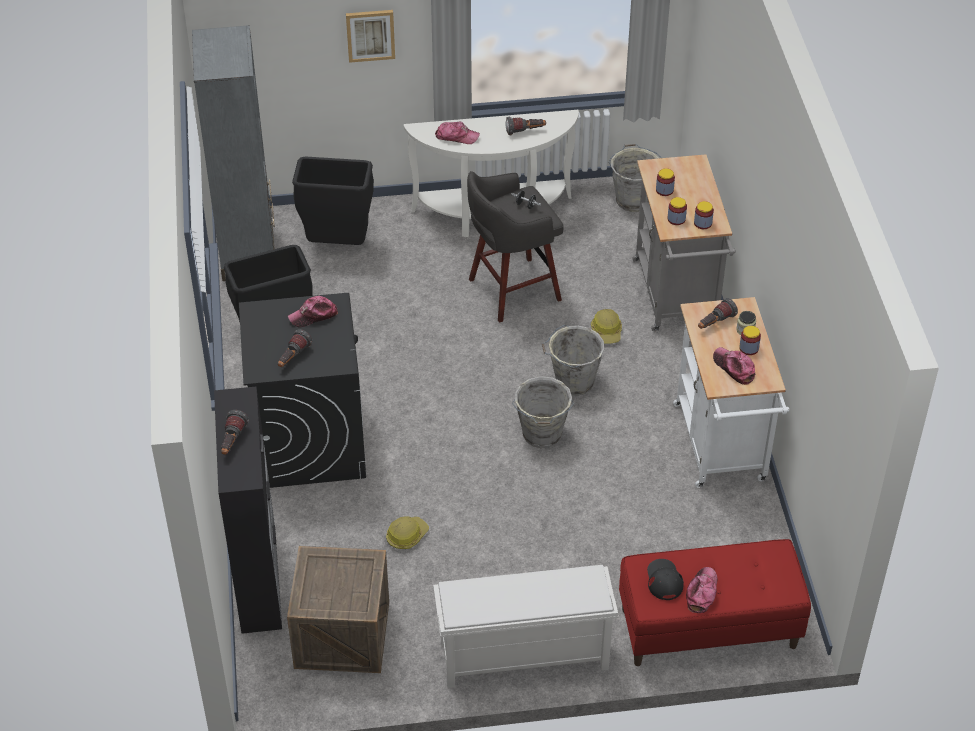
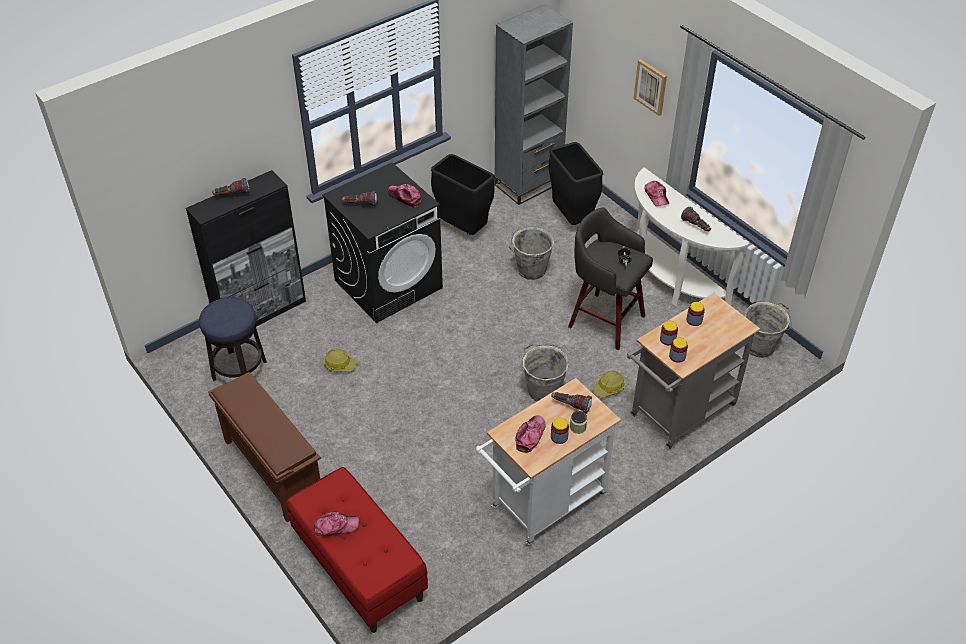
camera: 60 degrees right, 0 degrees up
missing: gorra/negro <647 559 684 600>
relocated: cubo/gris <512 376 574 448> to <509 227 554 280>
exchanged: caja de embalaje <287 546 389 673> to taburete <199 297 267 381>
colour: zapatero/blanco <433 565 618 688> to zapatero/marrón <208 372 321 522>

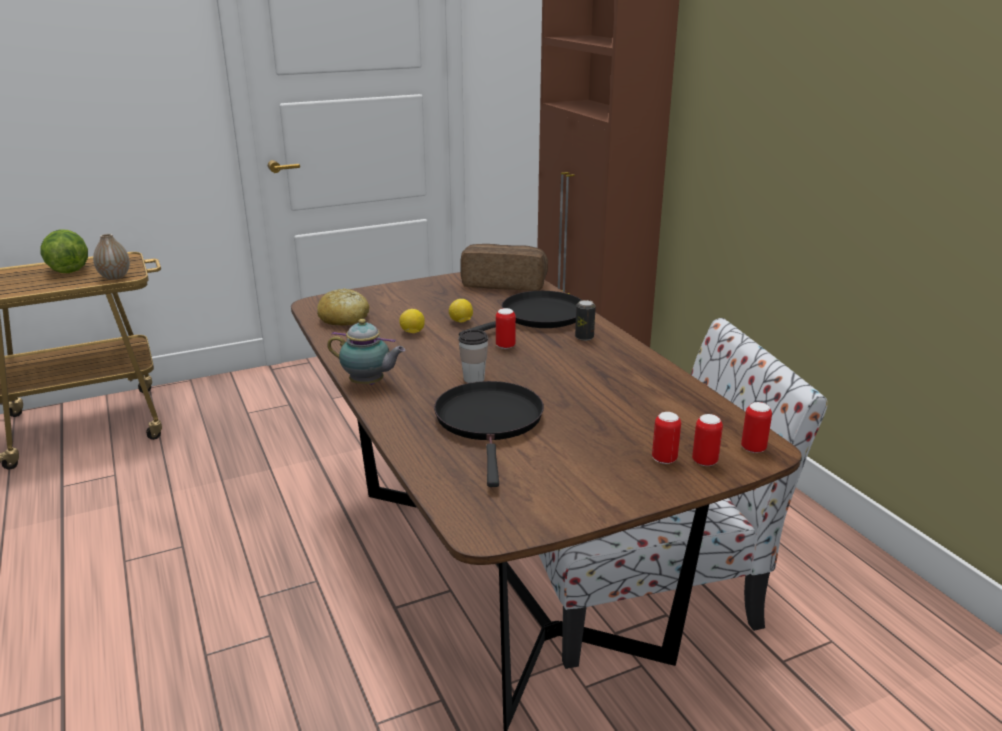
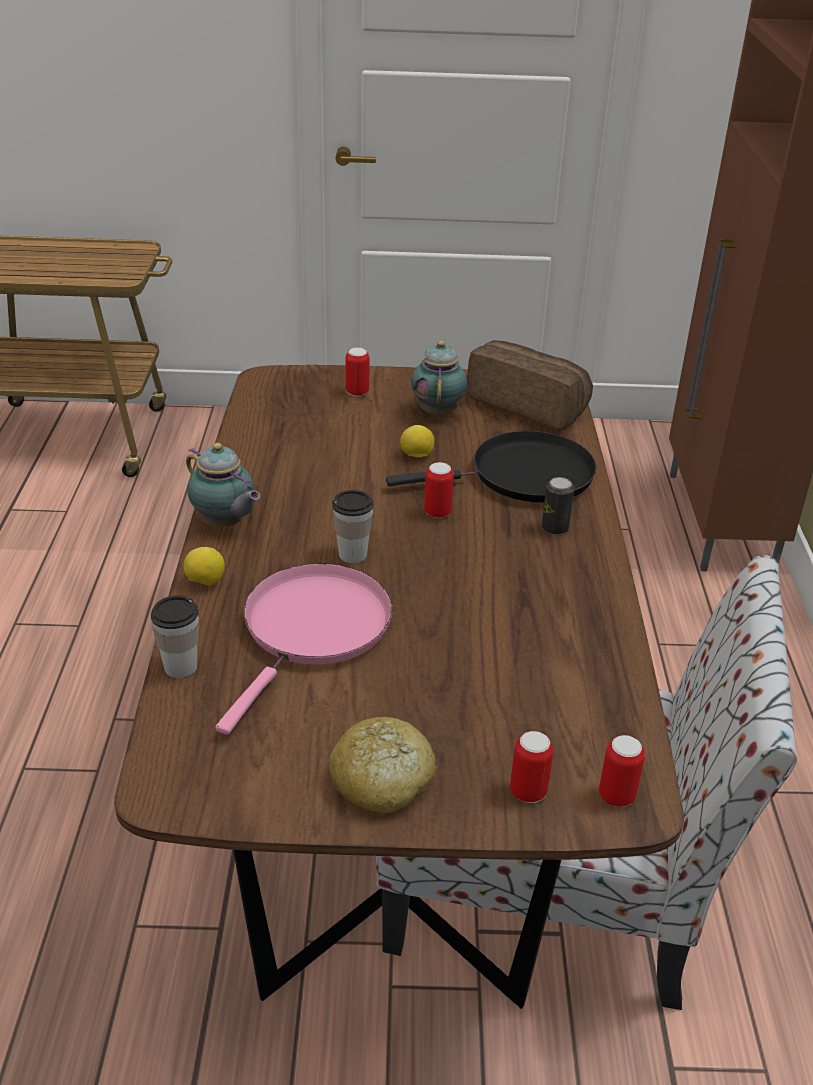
camera: 25 degrees right, 10 degrees up
missing: lechuga <40 229 88 273>; florero <93 234 130 280>
appeared: taza <151 595 199 678>; tetera <411 341 467 416>
relocated: pan <317 288 369 326> to <329 717 437 814>; limón <399 309 425 333> to <184 547 225 586>; lata <652 412 681 464> to <346 348 369 397>
colour: sartén/negro <434 381 544 487> to sartén/rosa <216 563 392 735>

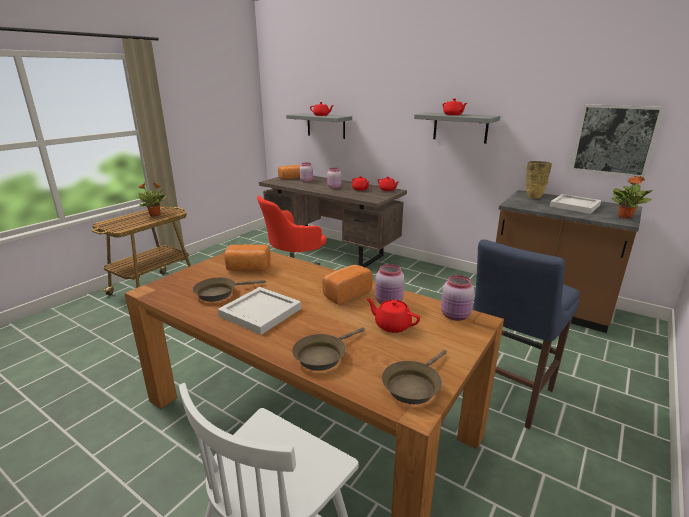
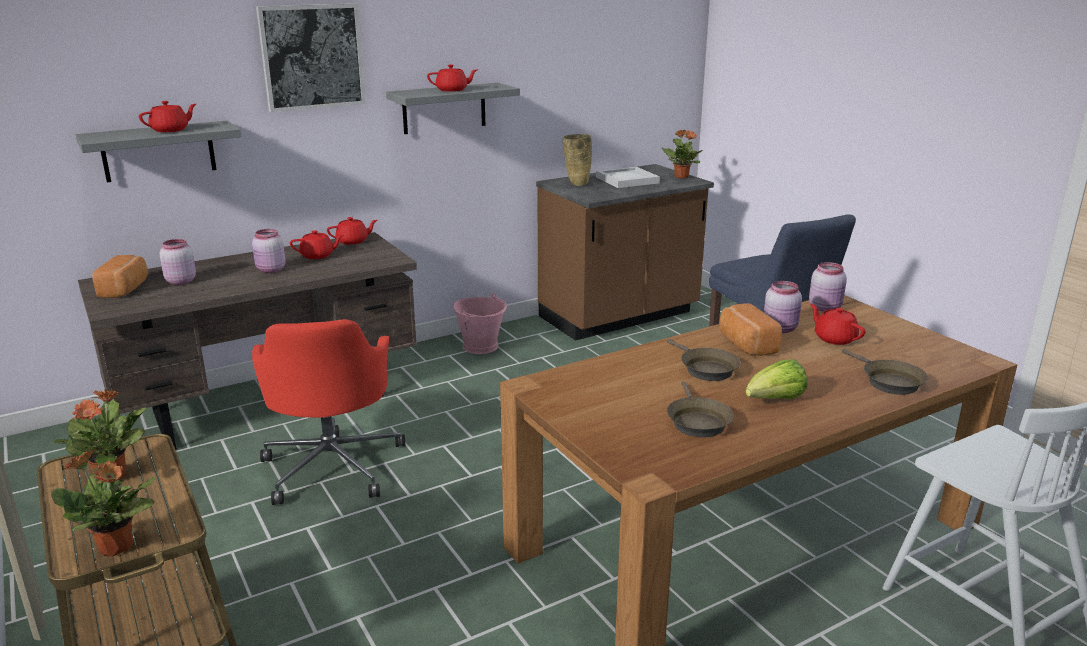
camera: 65 degrees left, 0 degrees up
missing: pan <224 245 271 271>
appeared: planta en maceta <51 450 156 557>; cubo/rosa <453 293 507 354>
relocated: sartén/marrón <382 350 447 404> to <667 339 741 381>; cuadro <571 104 664 177> to <256 3 366 112>
exchanged: bandeja/blanco <218 287 301 335> to lechuga <745 359 808 399>
spun: tetera/rojo <366 298 420 333> = <810 304 865 345> 90 degrees clockwise

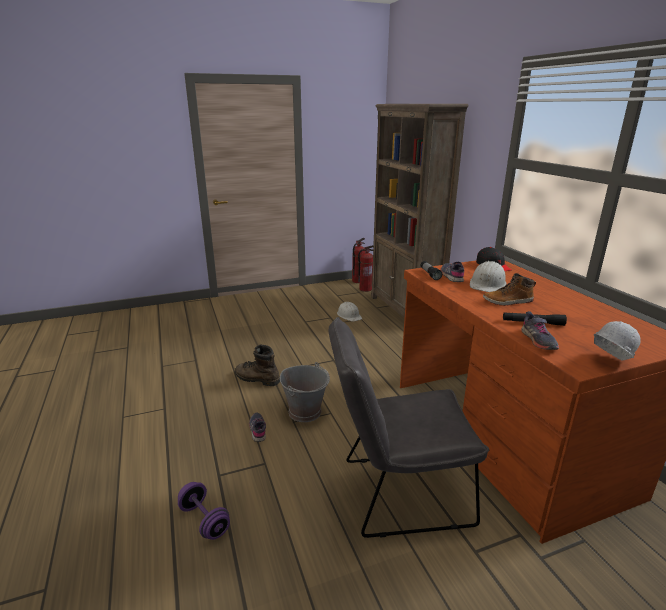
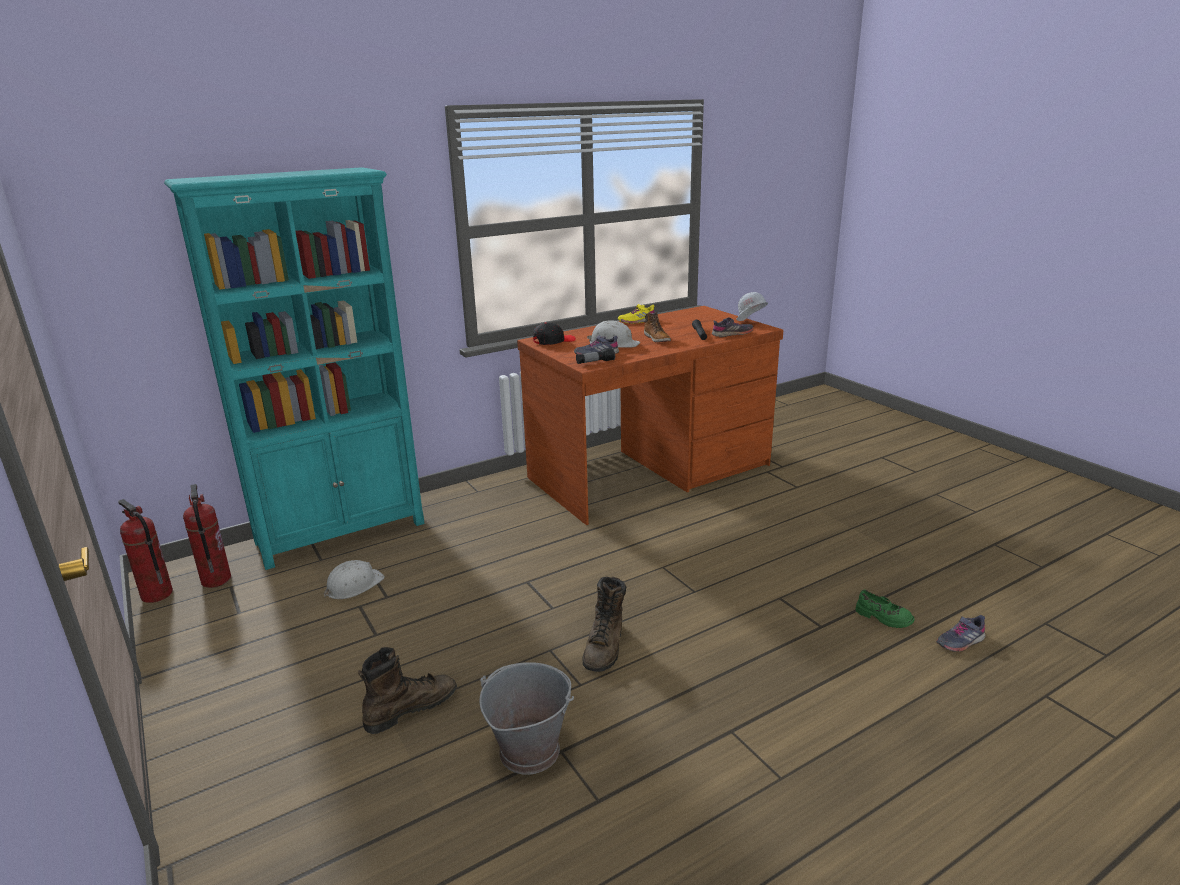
camera: 100 degrees left, 0 degrees up
missing: silla/gris <328 317 489 538>
appeared: bota/marrón <358 647 457 734>; zapato/amarillo <618 304 655 324>
relocated: zapato/gris <249 413 266 442> to <936 615 986 652>; cubo/gris <280 362 330 422> to <479 662 574 775>
exchanged: mancuerna/morado <178 482 230 540> to zapato/verde <855 590 914 628>
colour: estantería/marrón <371 104 469 318> to estantería/turquesa <164 167 425 570>

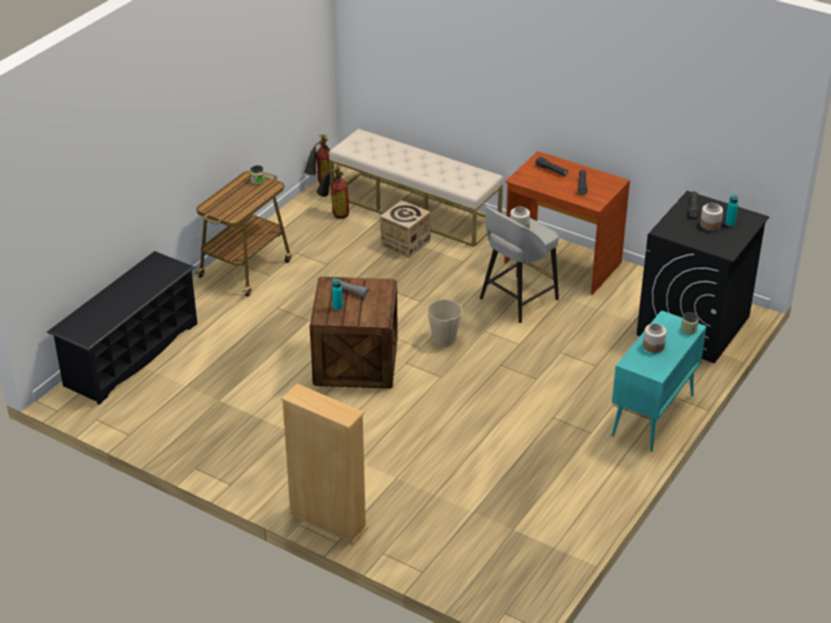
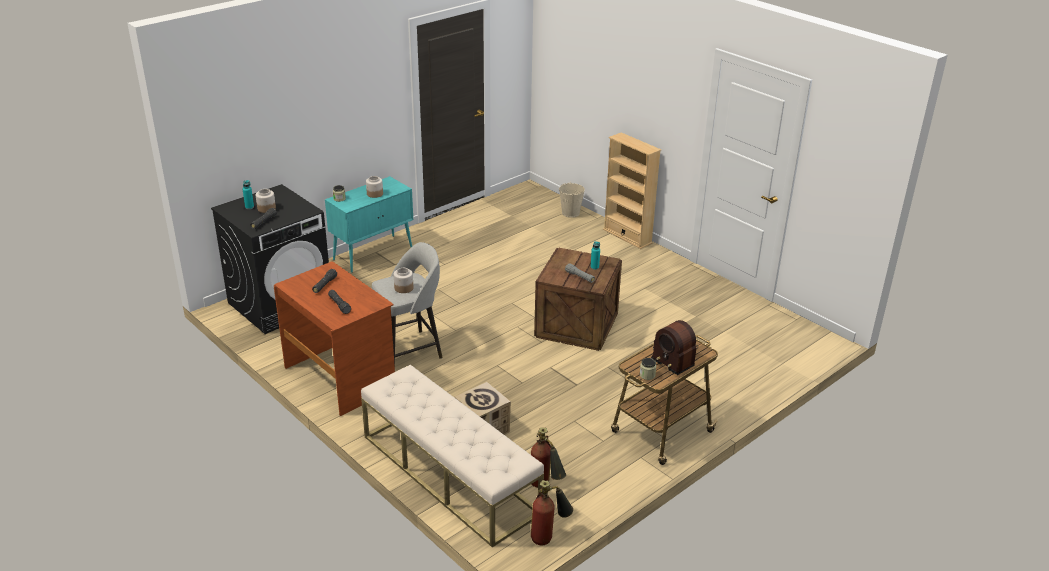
camera: 165 degrees left, 5 degrees down
missing: zapatero/negro <47 251 197 405>
appeared: radio <651 320 698 375>
relocated: cubo/beis <427 298 463 347> to <559 182 585 218>

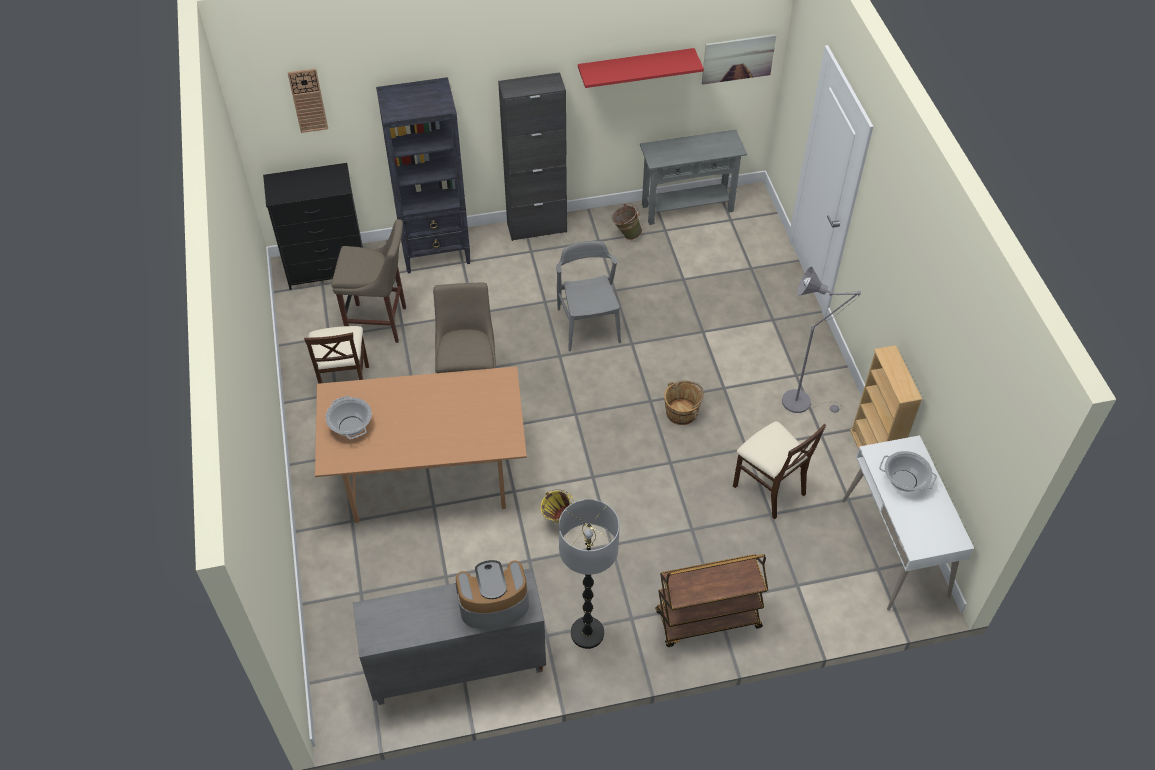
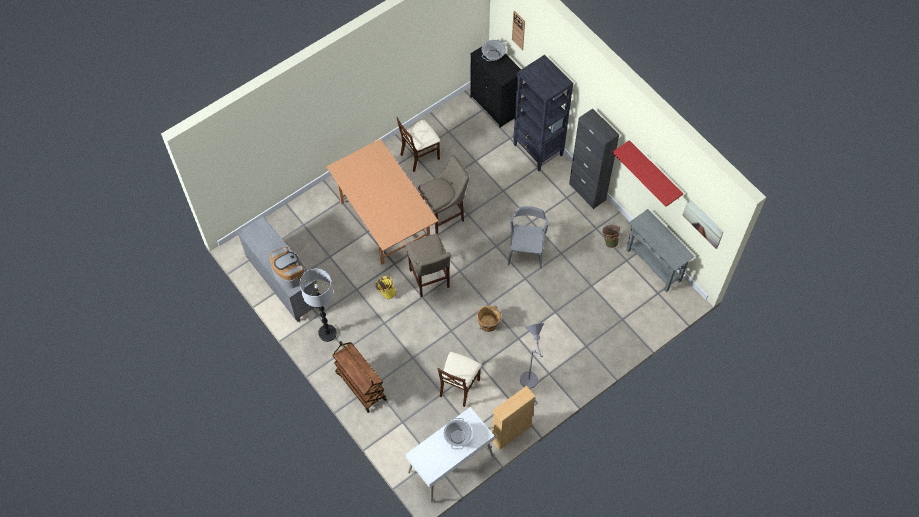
camera: 65 degrees right, 10 degrees up
relocated: olla <325 396 372 439> to <482 39 506 61>; taburete/beis <331 219 406 343> to <406 233 451 297>
spun: silla/gris <556 241 621 352> = <508 206 549 269> 45 degrees counterclockwise

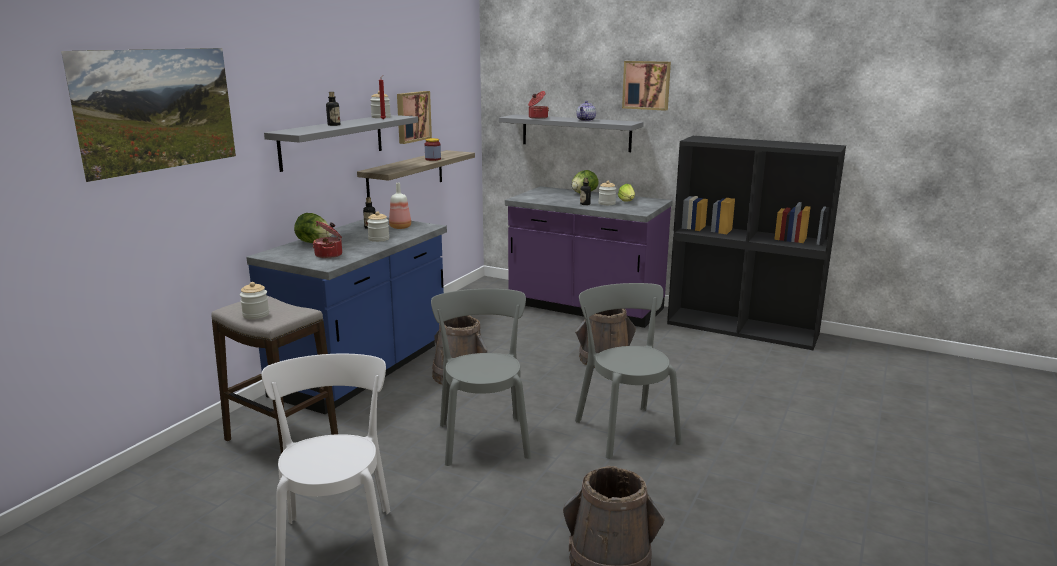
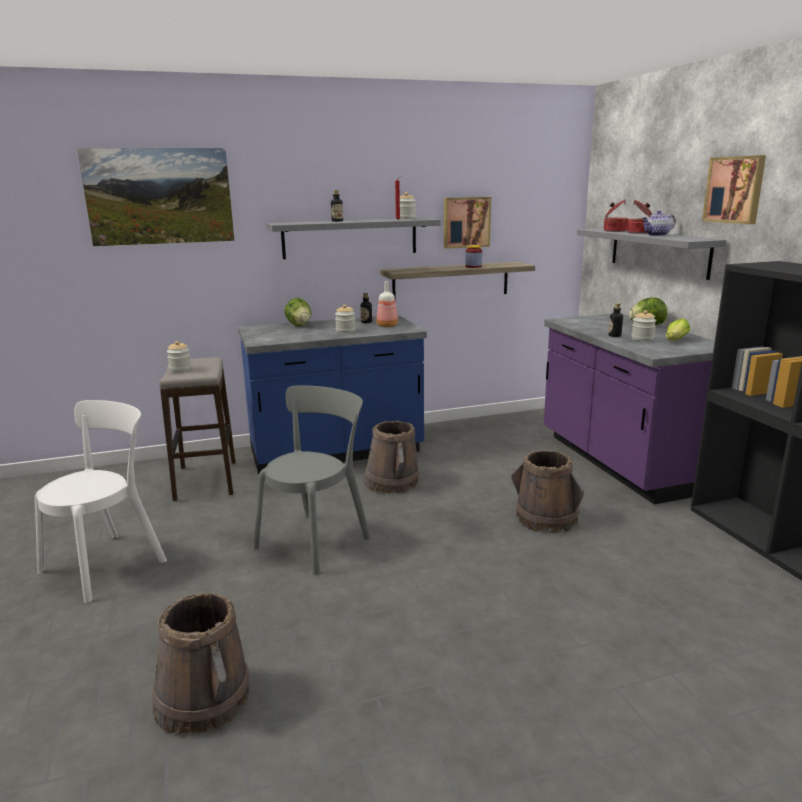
camera: 45 degrees right, 0 degrees up
missing: silla/gris <575 283 682 459>
relocated: olla <312 221 342 258> to <627 200 652 234>

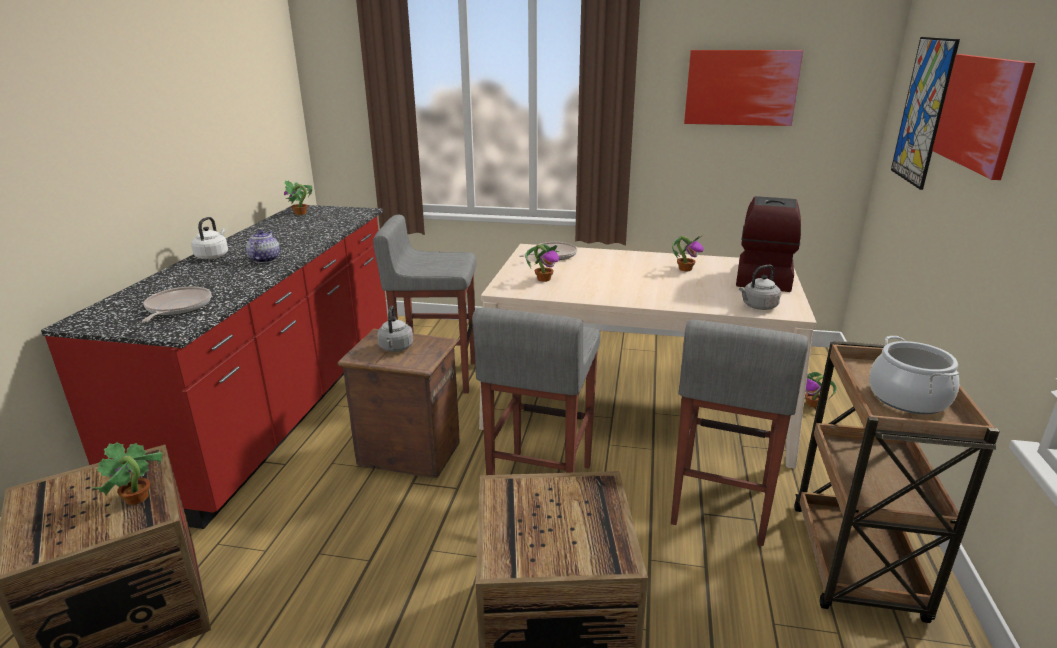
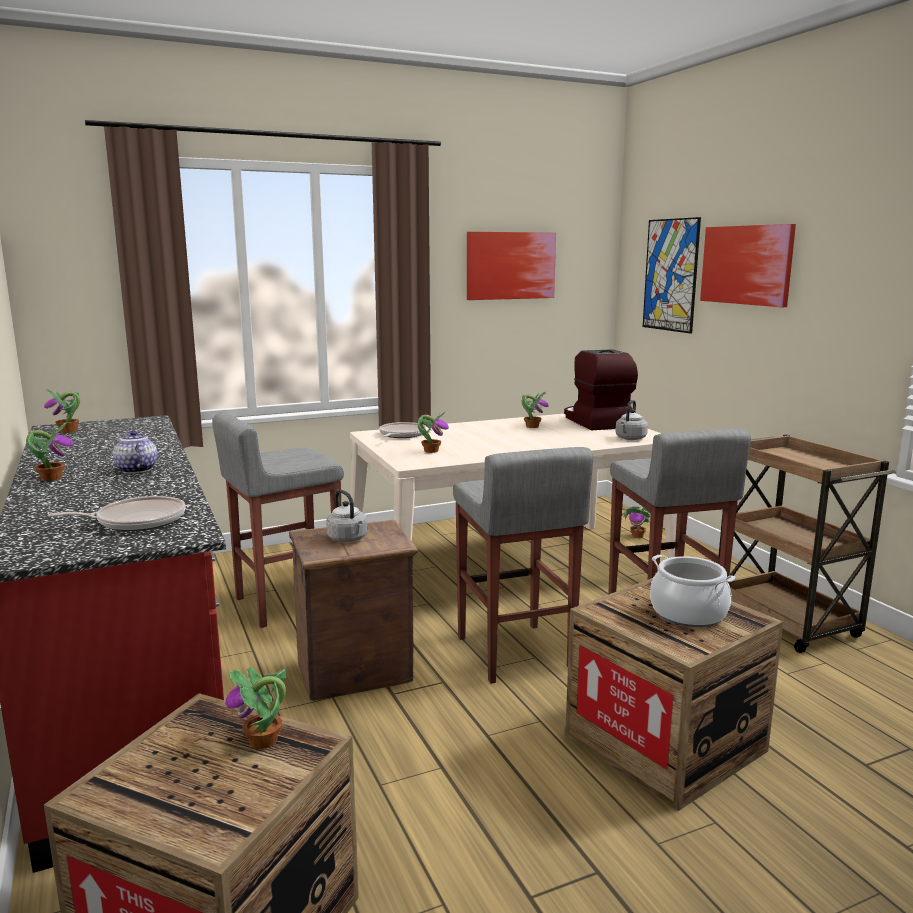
camera: 35 degrees left, 10 degrees down
relocated: olla <869 336 959 414> to <650 555 735 627>
exchanged: hervidor/blanco <191 217 228 259> to planta en maceta <26 422 74 481>
spun: sartén <142 286 211 322> = <48 496 185 531> 105 degrees clockwise

